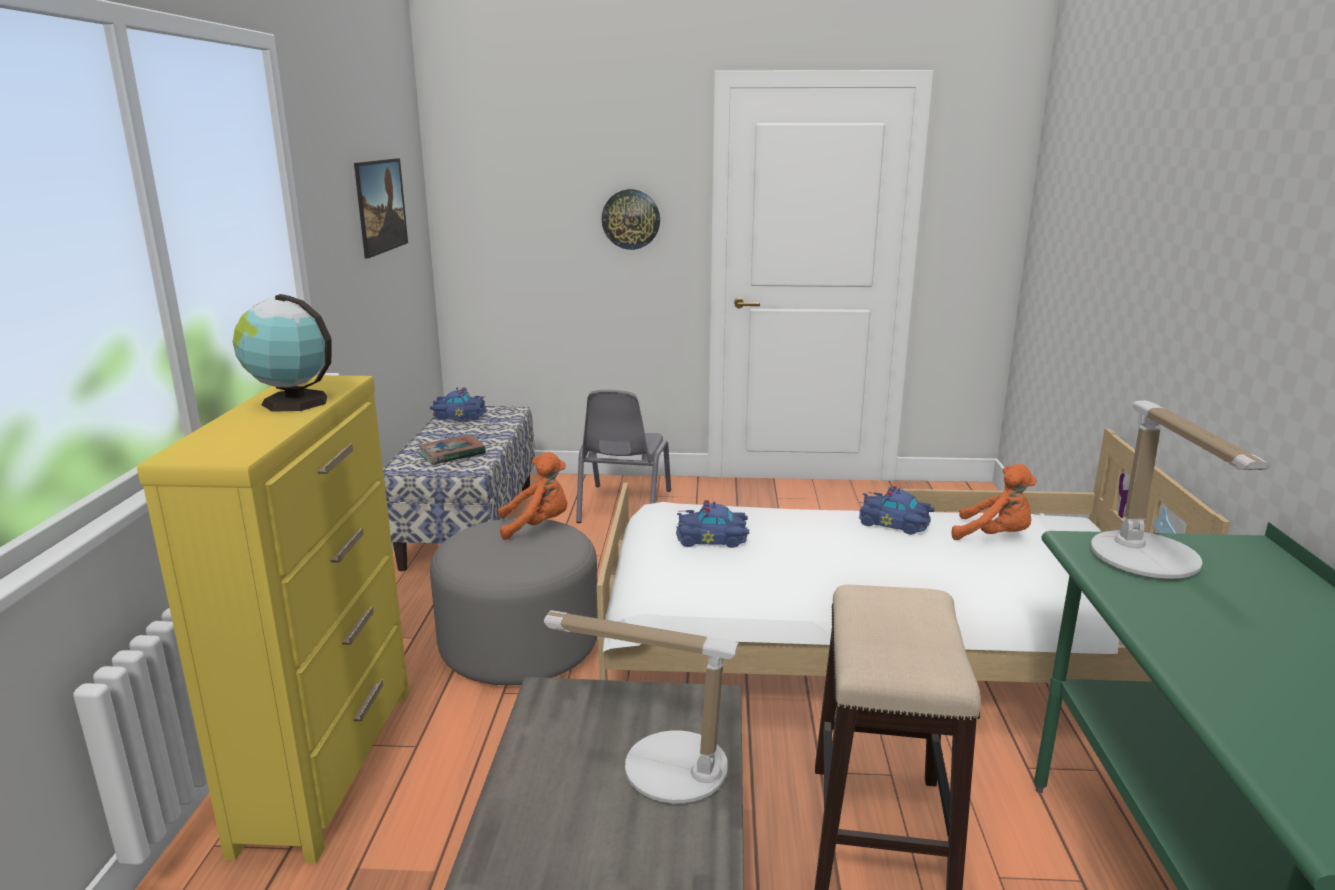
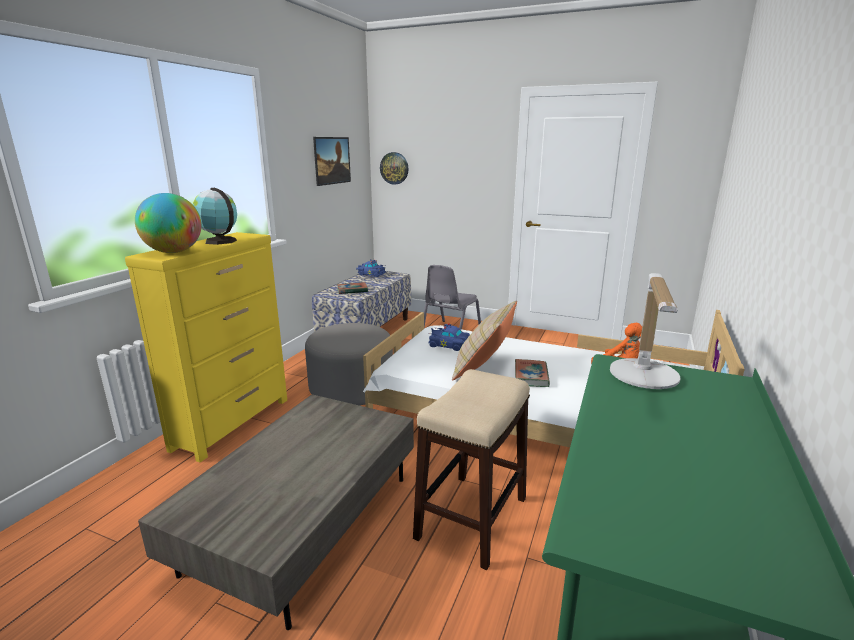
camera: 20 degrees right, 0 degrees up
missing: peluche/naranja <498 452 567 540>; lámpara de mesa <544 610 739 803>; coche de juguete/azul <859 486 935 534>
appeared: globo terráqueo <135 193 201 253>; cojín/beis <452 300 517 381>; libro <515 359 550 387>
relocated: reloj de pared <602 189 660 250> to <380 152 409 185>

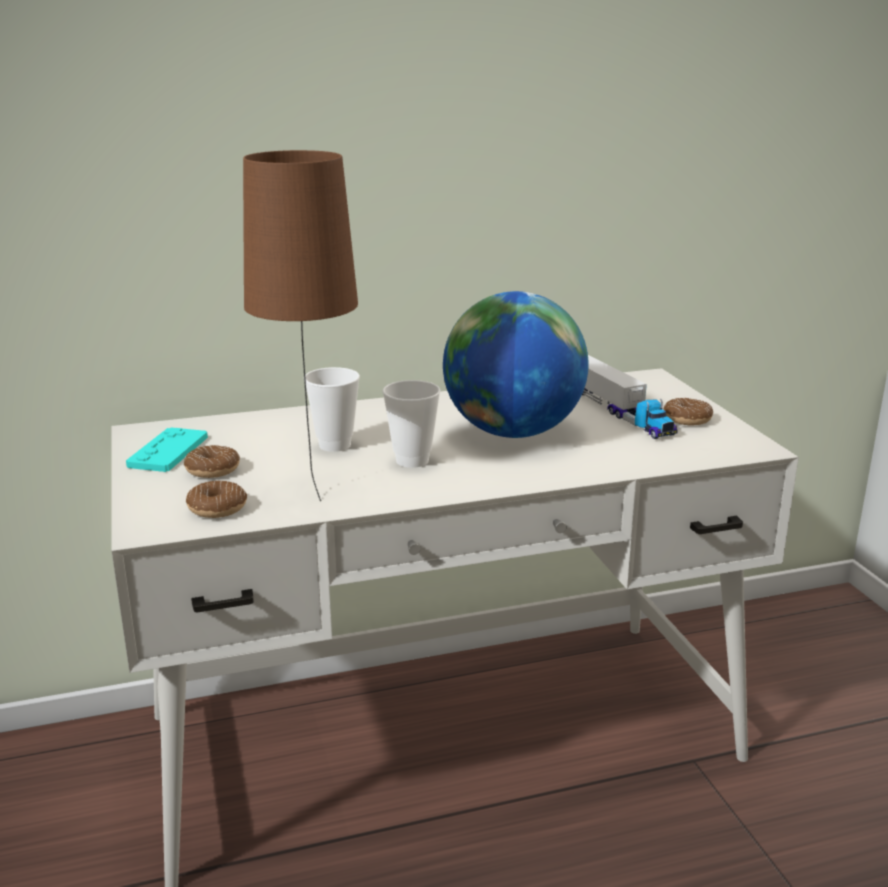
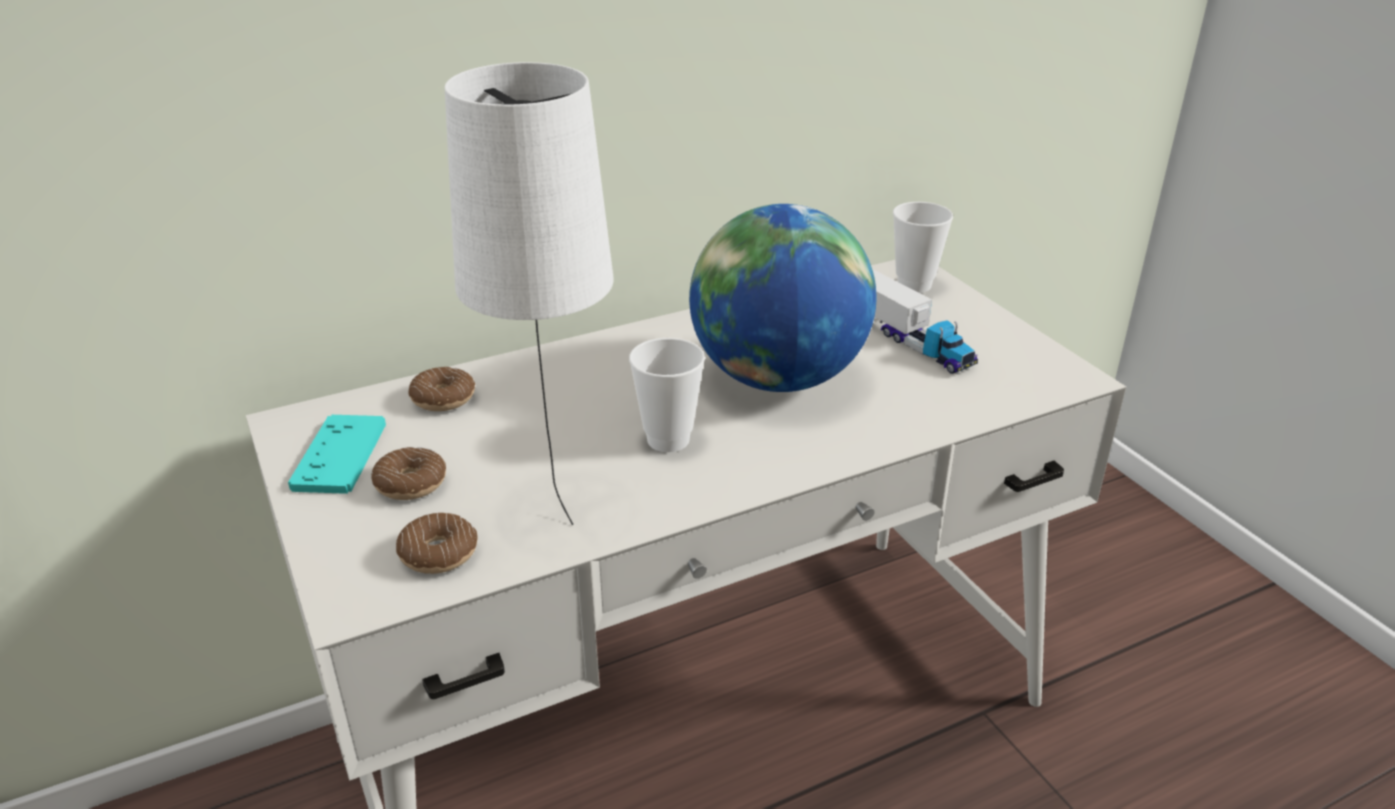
camera: 10 degrees left, 10 degrees up
relocated: taza <305 367 360 452> to <893 202 953 293>; rosquilla <663 398 713 425> to <408 367 475 411>
colour: lámpara de mesa/marrón <243 150 358 501> to lámpara de mesa/blanco <445 62 614 525>

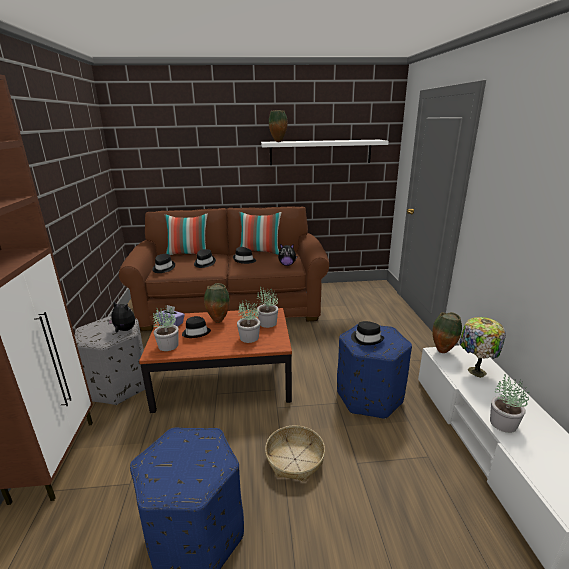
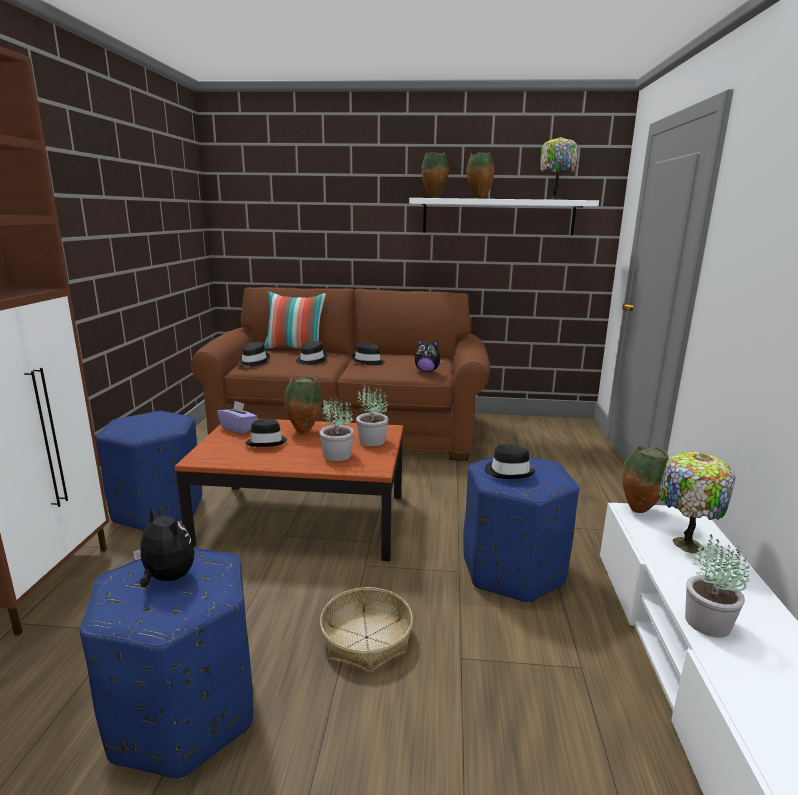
camera: 10 degrees right, 5 degrees down
missing: planta en maceta <153 307 179 351>; cojín <239 212 282 255>
appeared: florero <466 152 494 199>; lámpara de mesa <540 137 578 200>
relocated: peluche <108 302 135 333> to <133 507 195 587>
colour: puf/gris <75 316 145 405> to puf/azul <96 411 202 531>

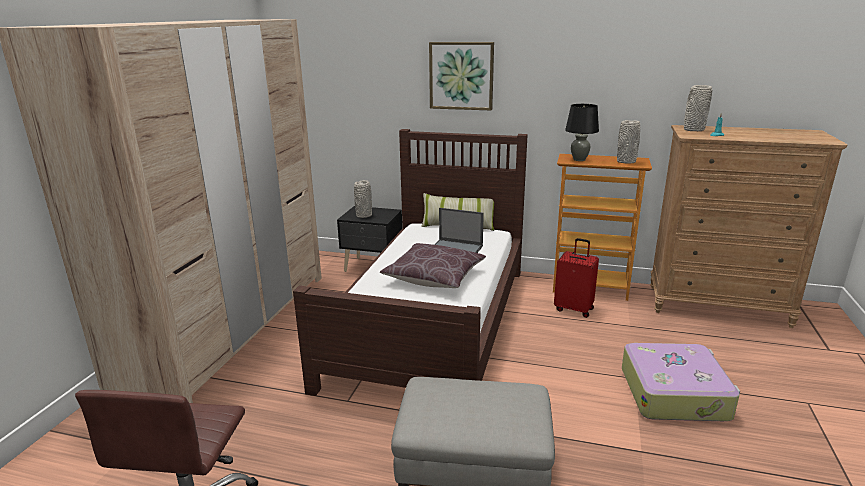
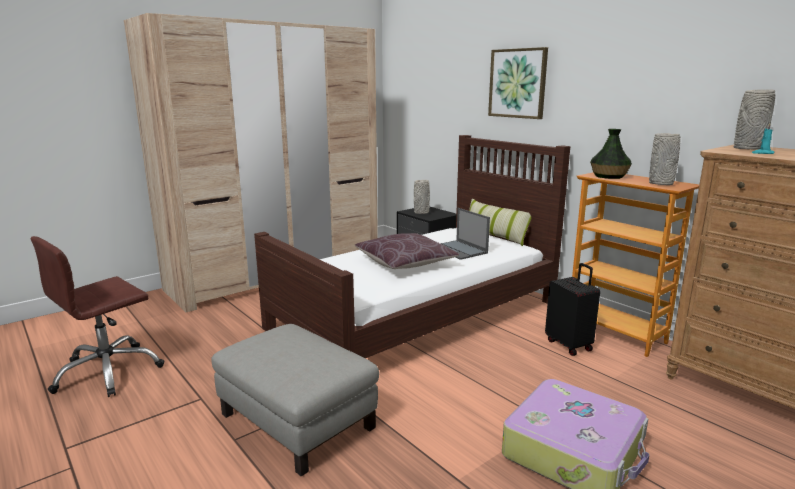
camera: 35 degrees right, 5 degrees down
exchanged: lámpara de mesa/negro <565 104 599 161> to florero <590 129 632 179>
colour: maleta/rojo <554 238 599 318> to maleta/negro <545 263 600 356>

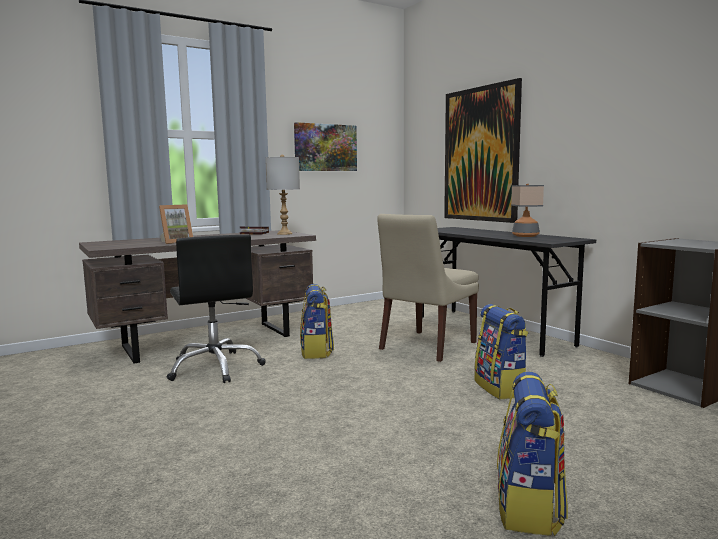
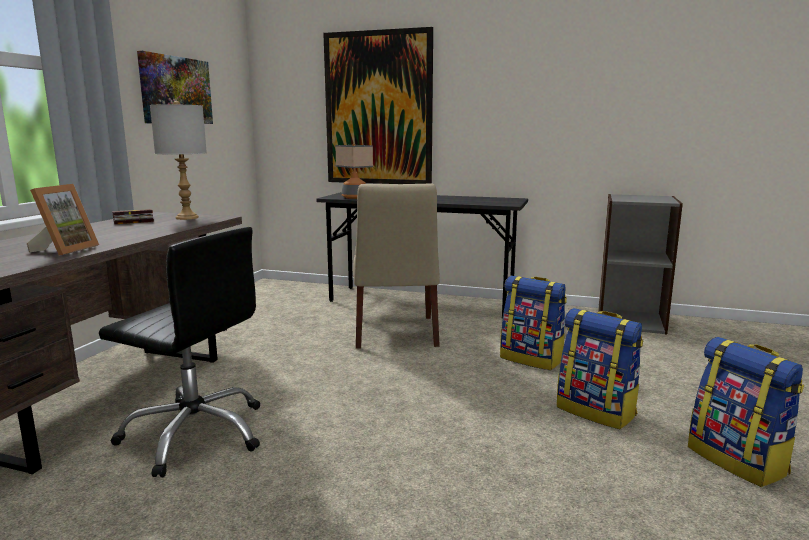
camera: 40 degrees left, 5 degrees up
relocated: mochila <300 284 334 359> to <557 308 643 429>; lámpara de mesa <511 184 544 237> to <335 144 373 199>

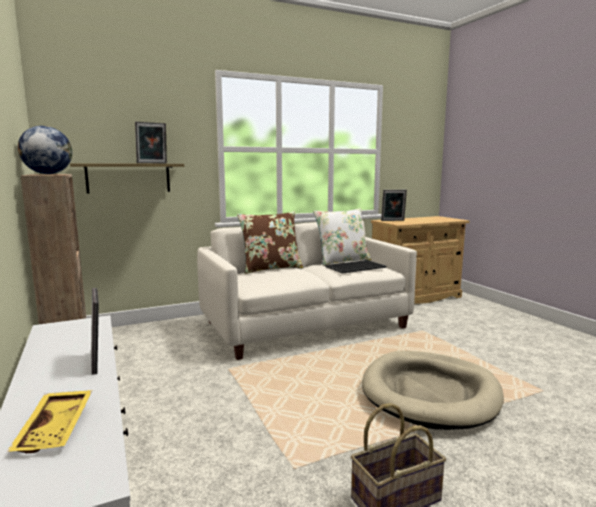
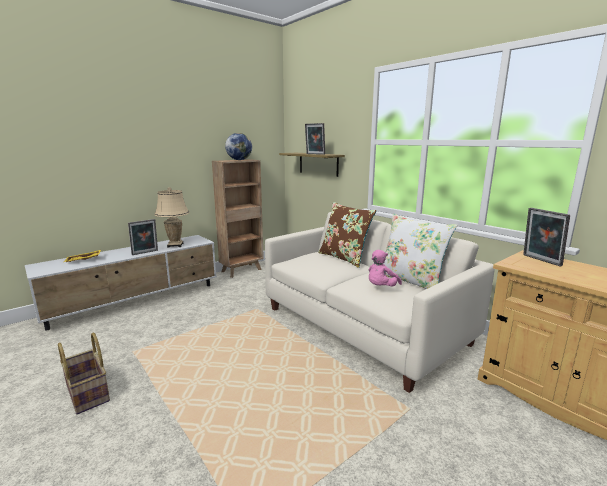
camera: 75 degrees right, 5 degrees up
missing: cama para perro/beis <362 351 504 430>
appeared: lámpara de mesa/beis <154 187 190 248>
exchanged: bandeja <325 260 387 274> to peluche/rosa <369 250 402 287>

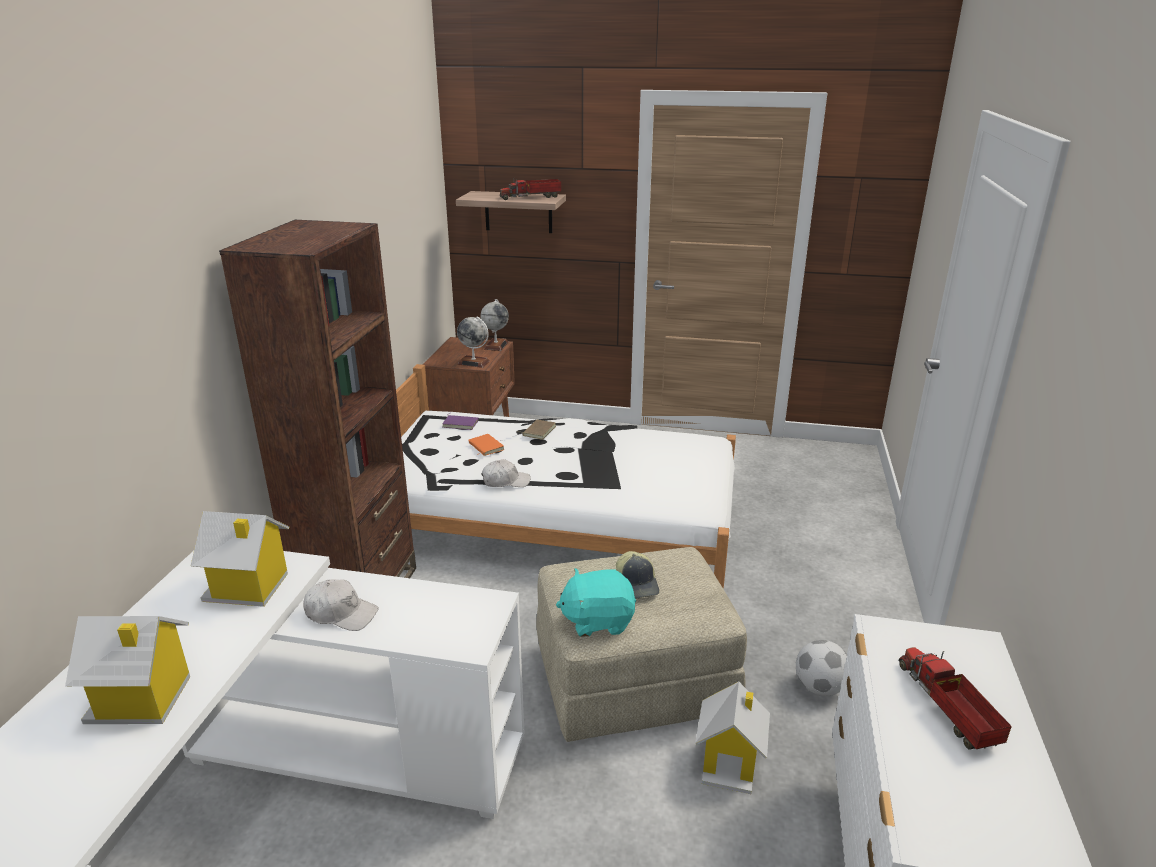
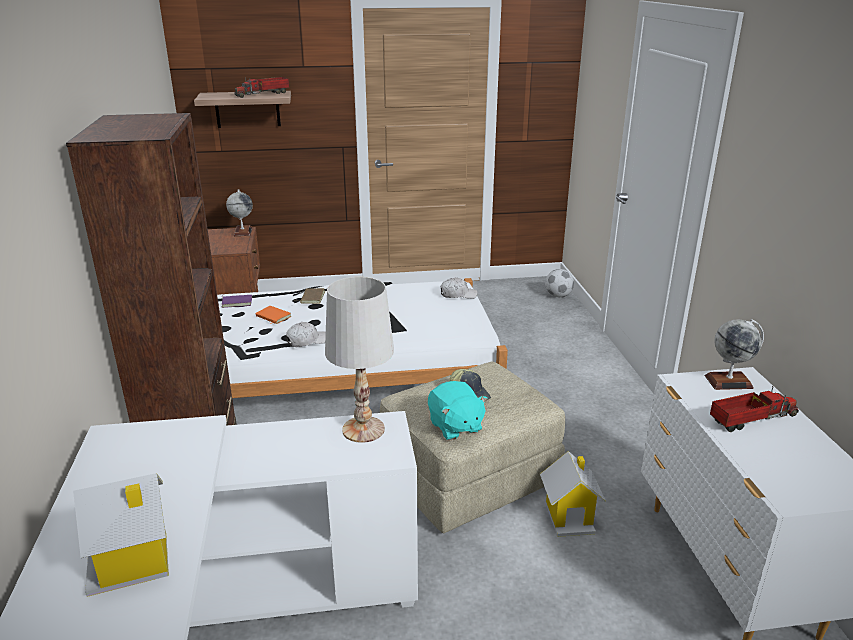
camera: 20 degrees left, 0 degrees up
missing: casita <191 511 289 607>
appeared: lámpara de mesa/blanco <325 277 394 443>
relocated: gorra/blanco <303 579 379 631> to <440 277 478 299>; globo terráqueo <457 317 490 368> to <705 319 764 390>; balón de fútbol <796 640 847 696> to <545 269 574 297>
spun: peluche/turquesa <556 568 636 637> = <428 381 488 440> 90 degrees counterclockwise; camión de juguete <898 647 1012 750> = <710 386 799 432> 105 degrees clockwise

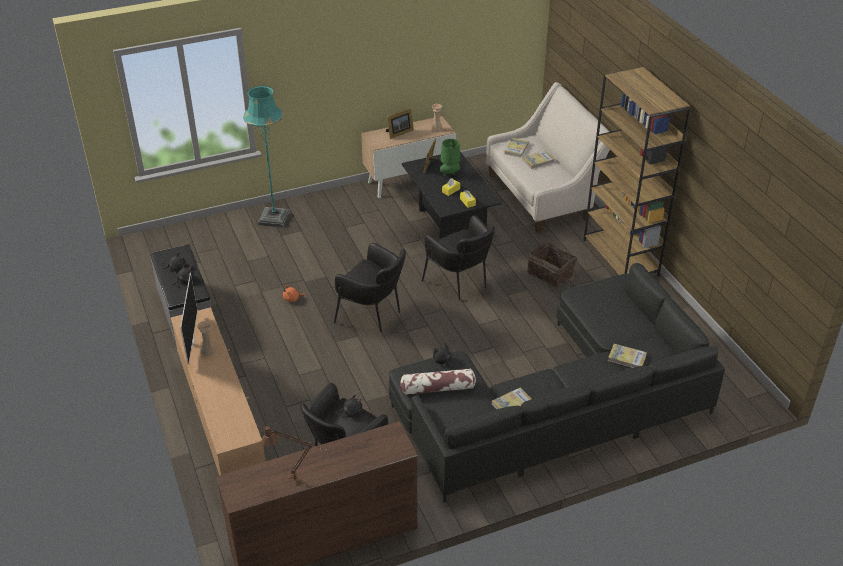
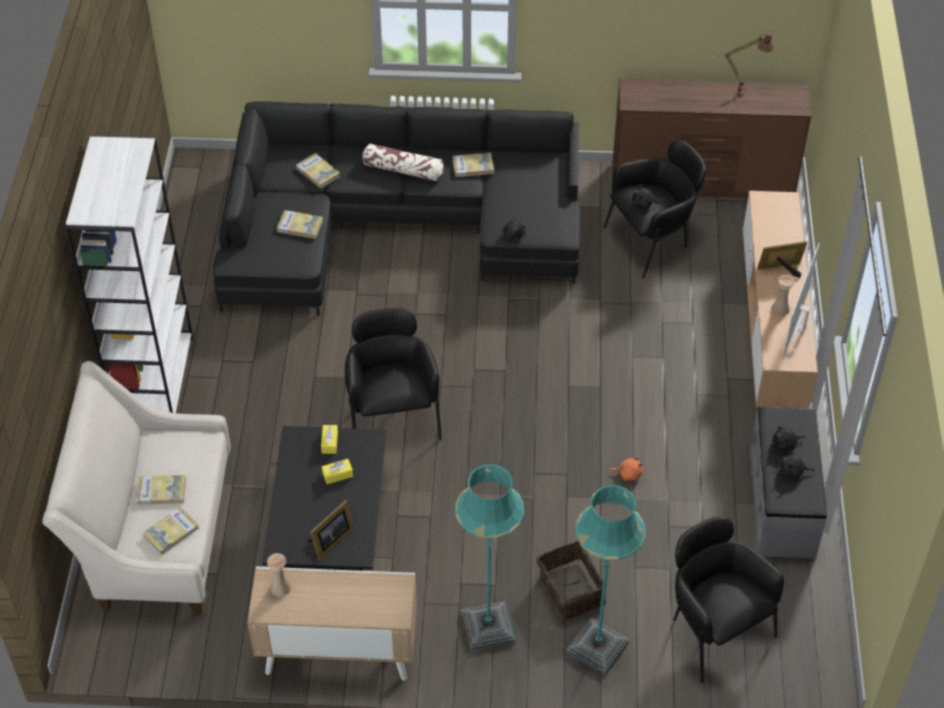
camera: 155 degrees left, 10 degrees up
missing: lámpara de mesa/verde <440 139 460 176>
appeared: libro <277 210 323 239>; lámpara de pie/turquesa <455 464 524 651>
relocated: sillón/negro <334 243 406 332> to <673 516 784 683>; portarretratos <386 108 414 139> to <757 241 807 278>; cojín <400 369 476 395> to <362 143 444 181>; cesta <527 242 577 287> to <536 541 606 620>
colour: estantería/marrón <583 67 691 277> to estantería/blanco <65 135 193 413>

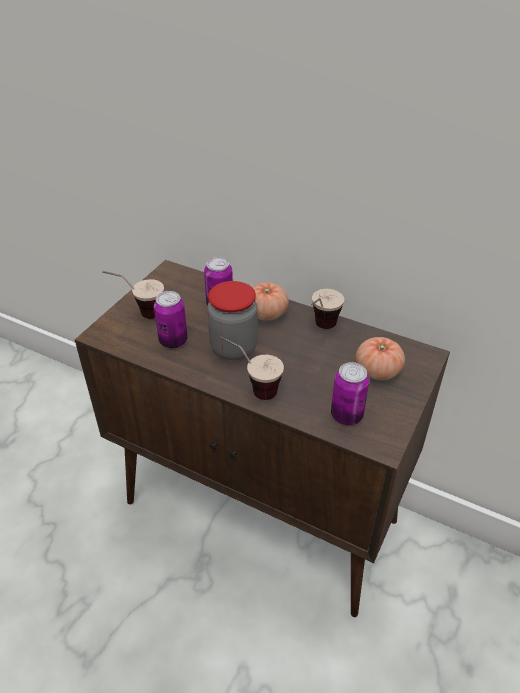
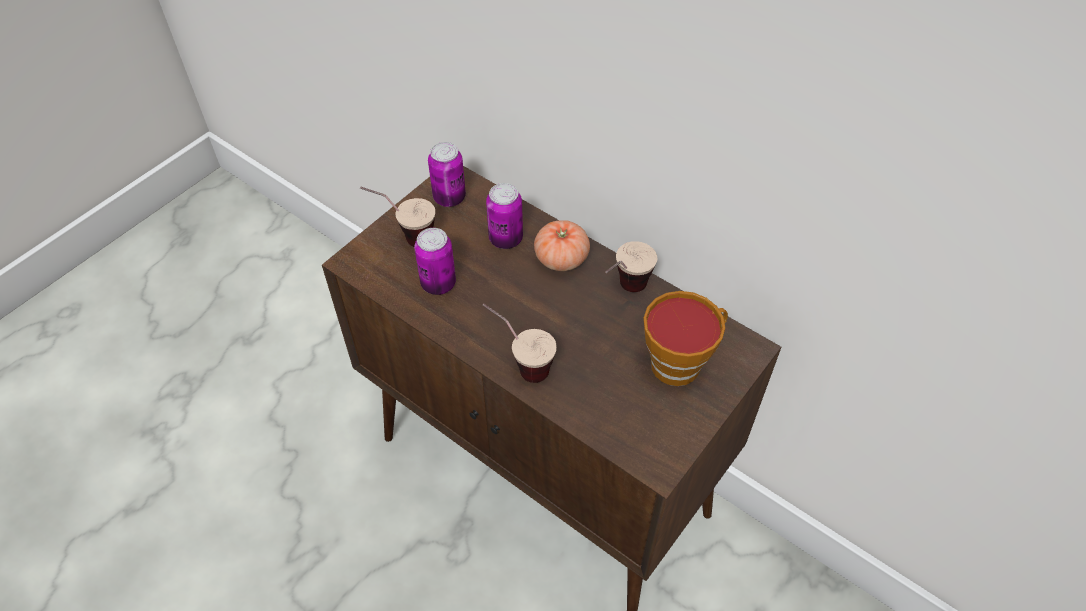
camera: 10 degrees right, 10 degrees up
missing: tarro <207 281 258 360>
relocated: lata <331 362 369 425> to <428 142 466 207>
exchanged: tomate <355 337 405 380> to taza <643 291 728 386>

